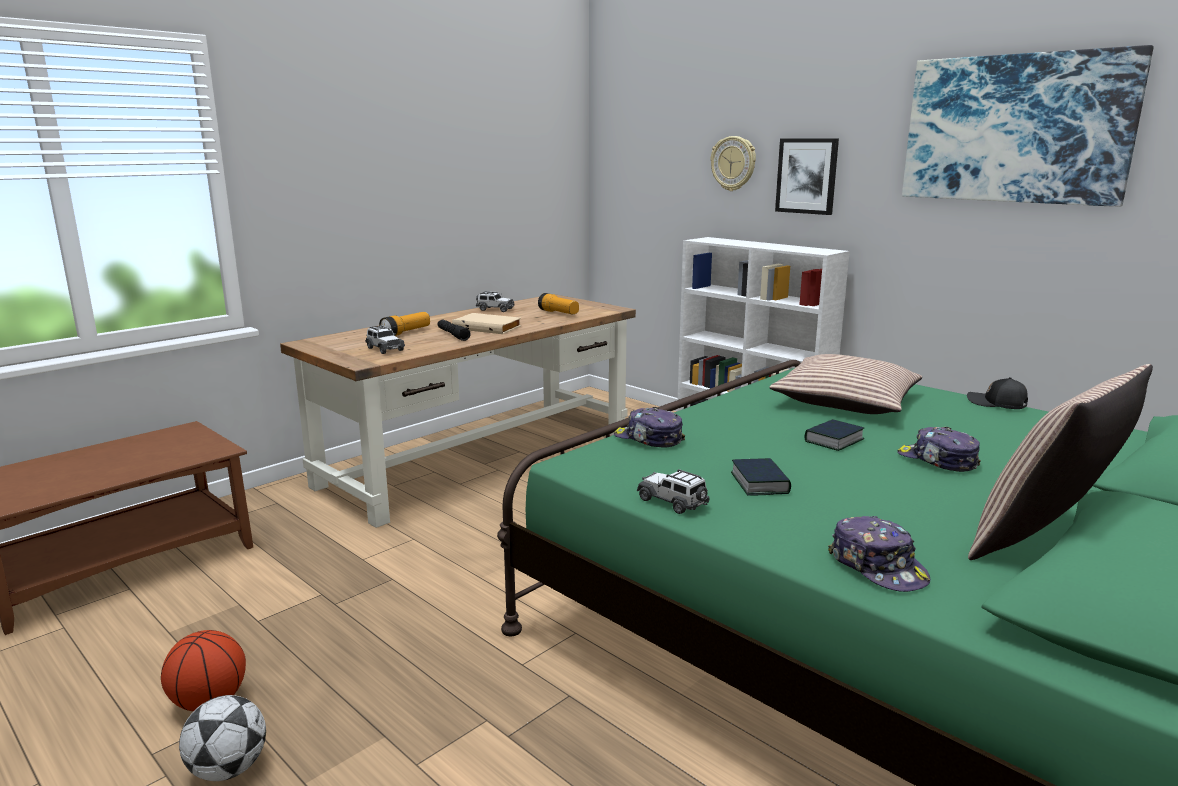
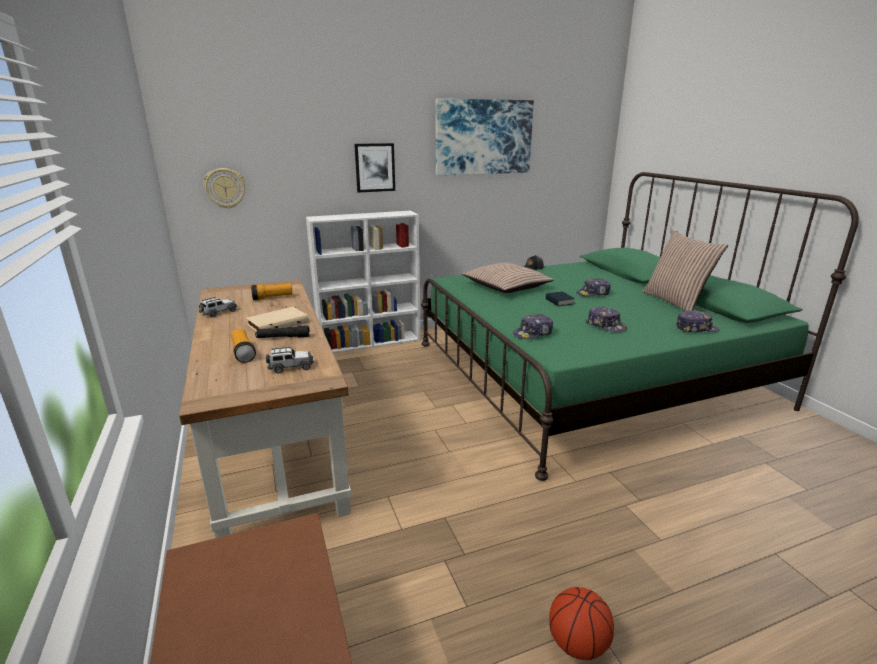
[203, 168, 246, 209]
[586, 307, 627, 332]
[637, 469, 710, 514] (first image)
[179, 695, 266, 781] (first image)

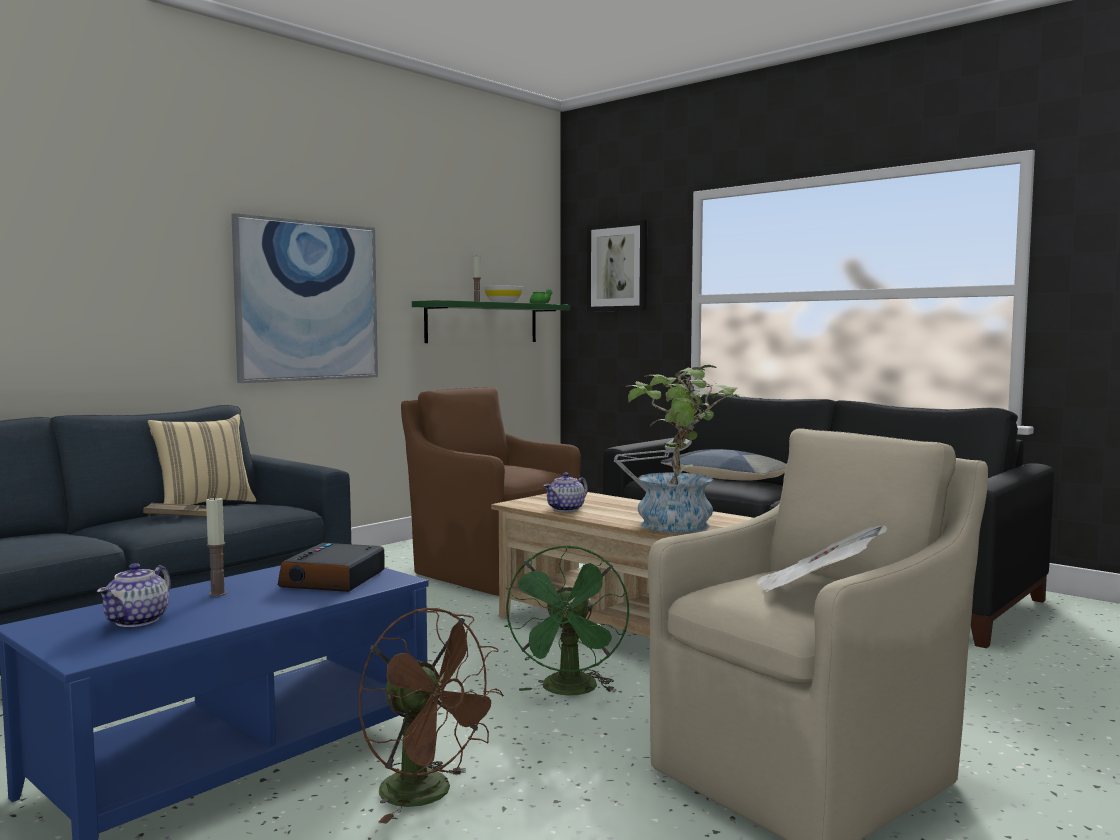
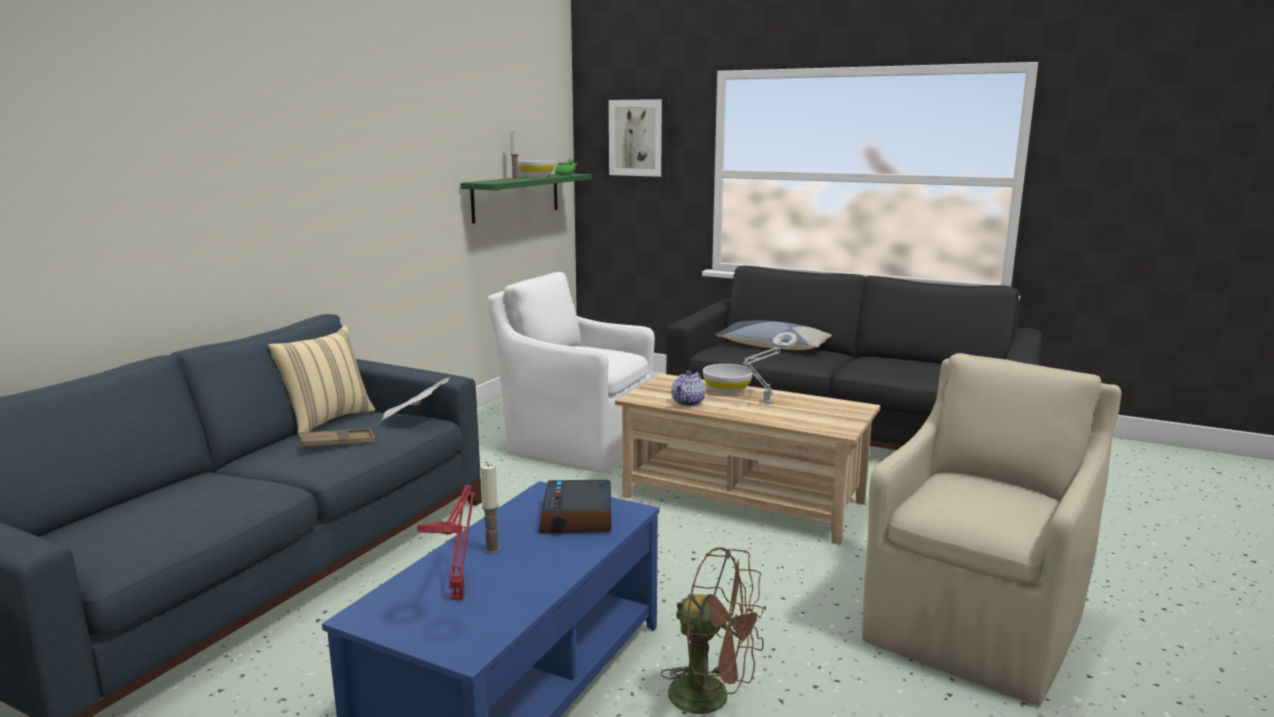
[231, 213, 378, 383] (first image)
[625, 365, 750, 533] (first image)
[487, 272, 655, 473]
[379, 378, 449, 422]
[504, 545, 629, 695] (first image)
[417, 485, 475, 600]
[703, 364, 753, 394]

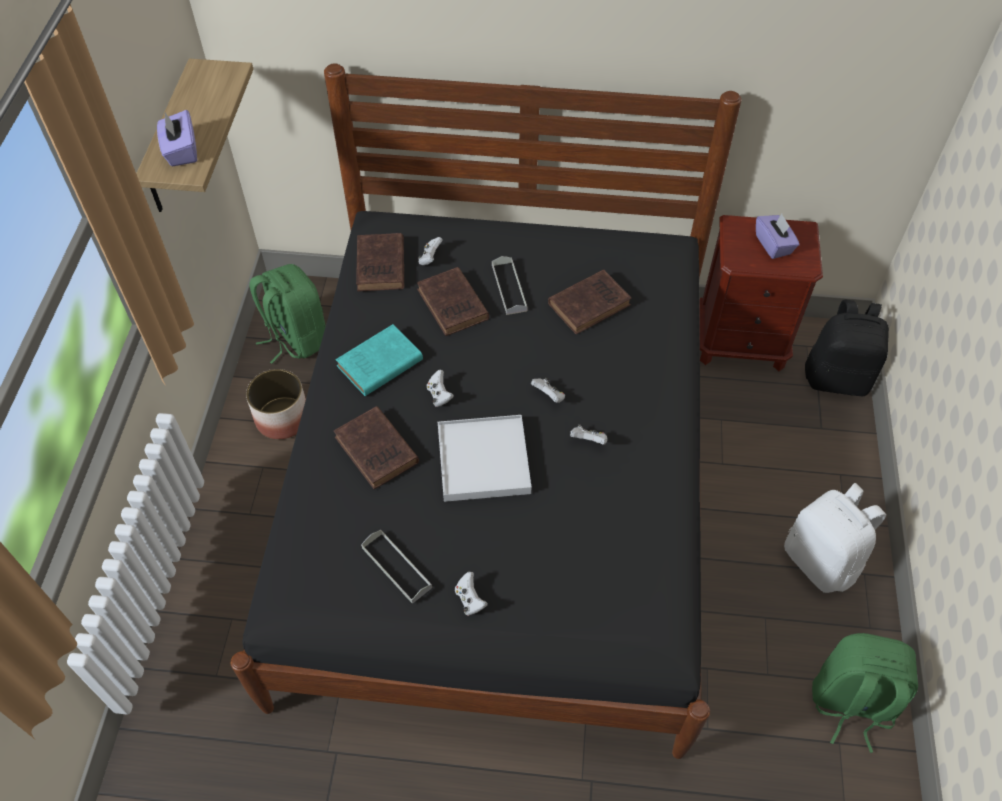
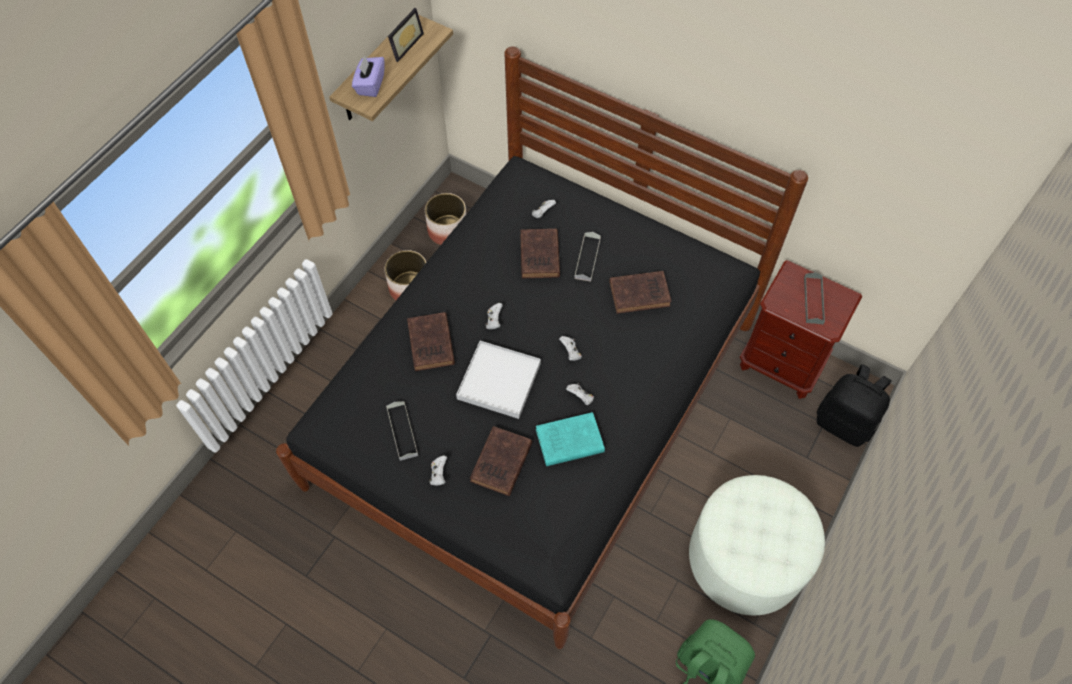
[804, 272, 825, 324]
[470, 426, 532, 496]
[425, 193, 466, 245]
[536, 412, 605, 466]
[689, 475, 825, 615]
[388, 8, 424, 62]

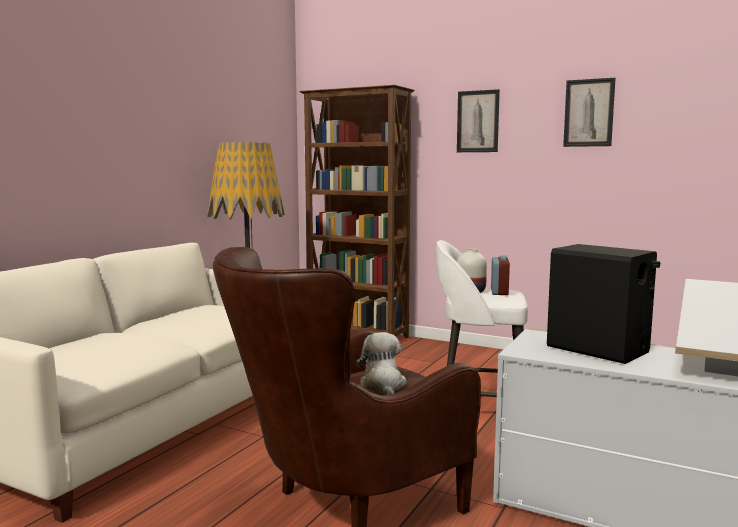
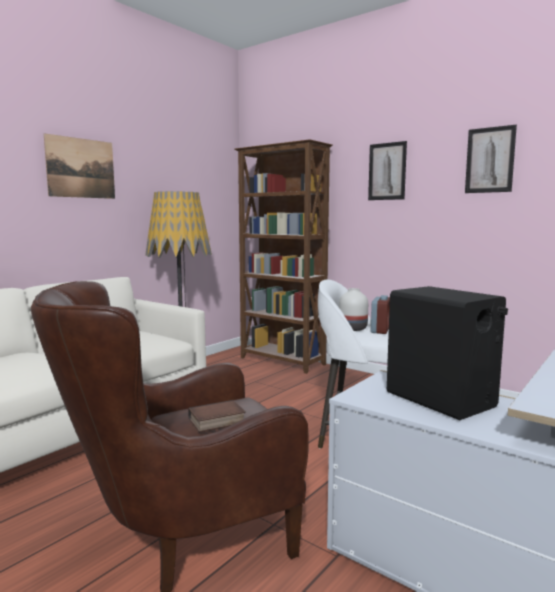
[188, 400, 246, 433]
[44, 133, 115, 199]

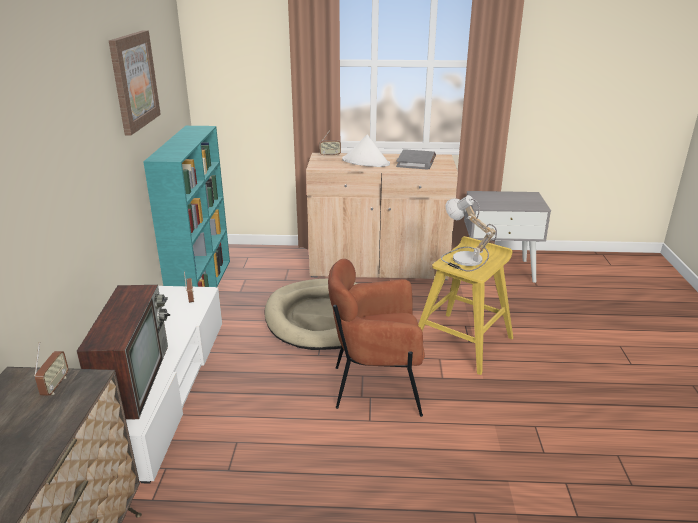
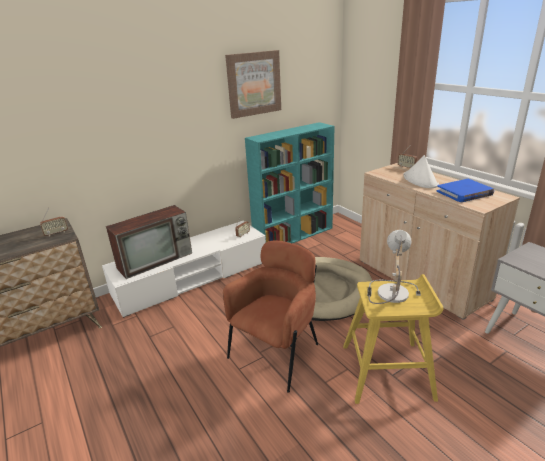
[436, 179, 494, 202]
[223, 241, 318, 393]

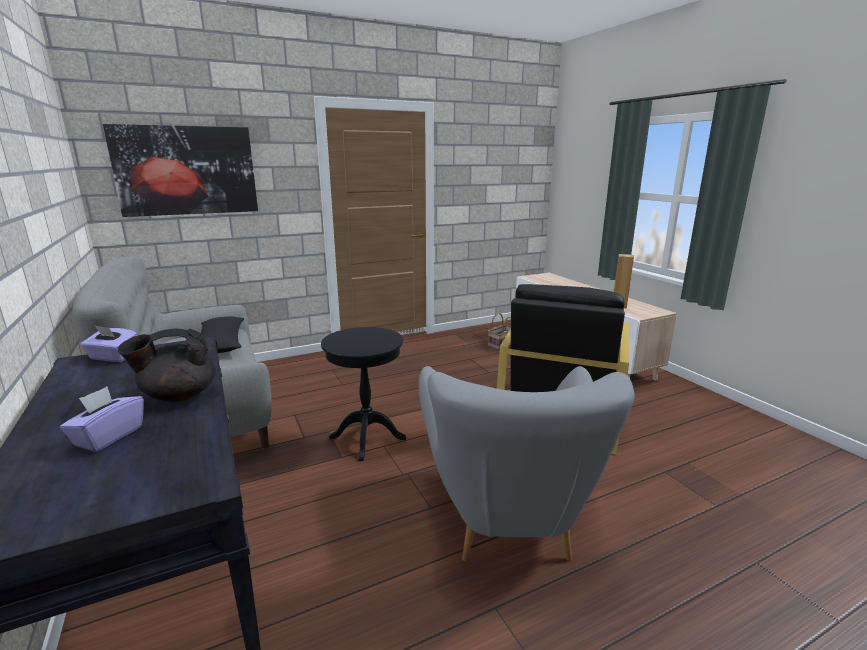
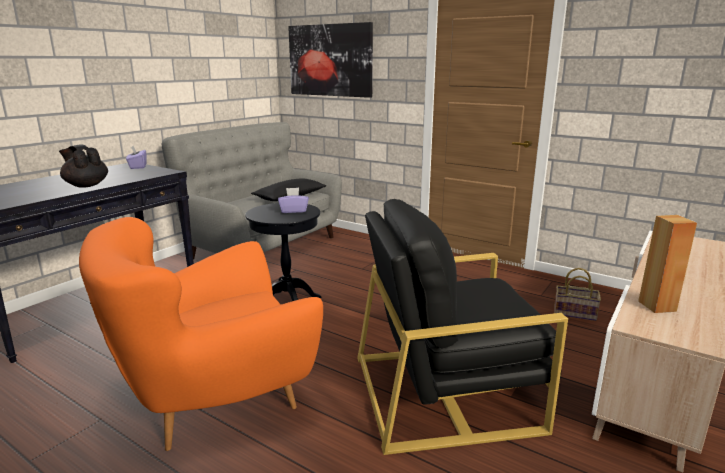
[79, 217, 323, 451]
[278, 188, 309, 213]

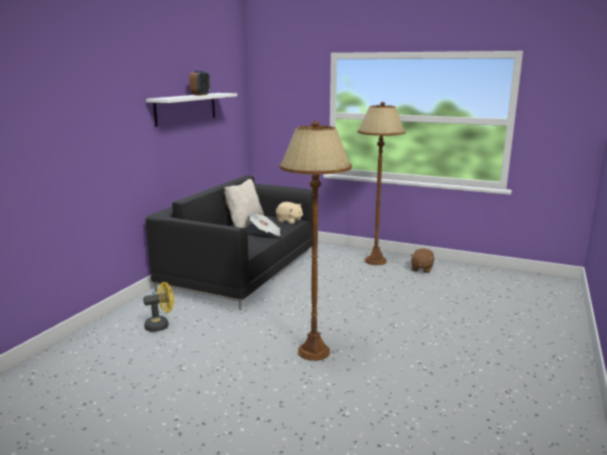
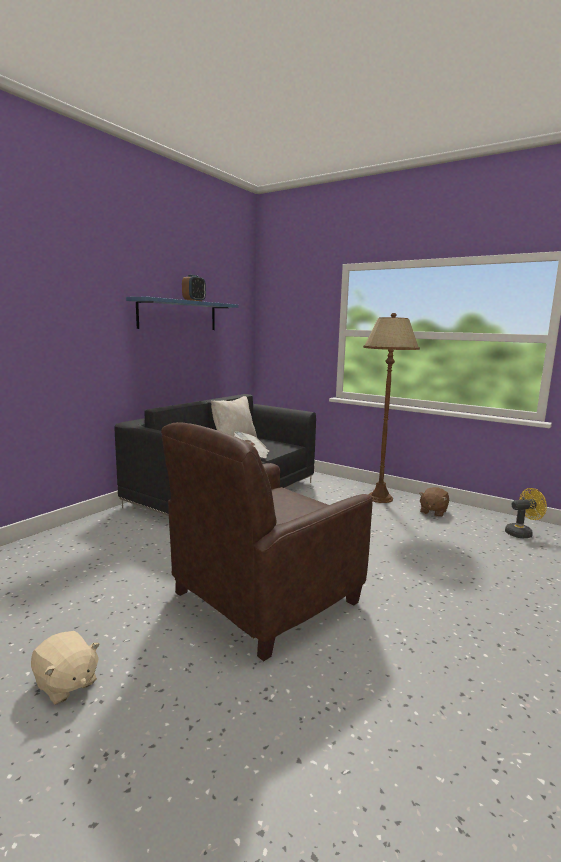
[126, 297, 238, 330]
[161, 422, 372, 661]
[31, 631, 100, 705]
[505, 488, 547, 538]

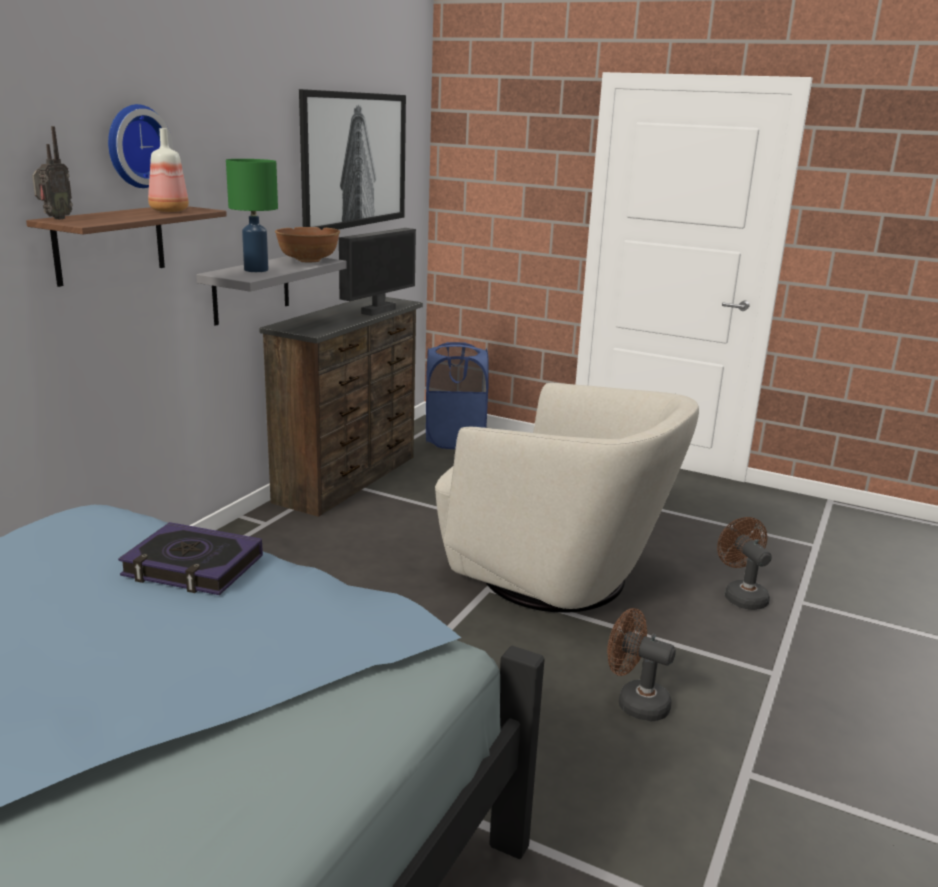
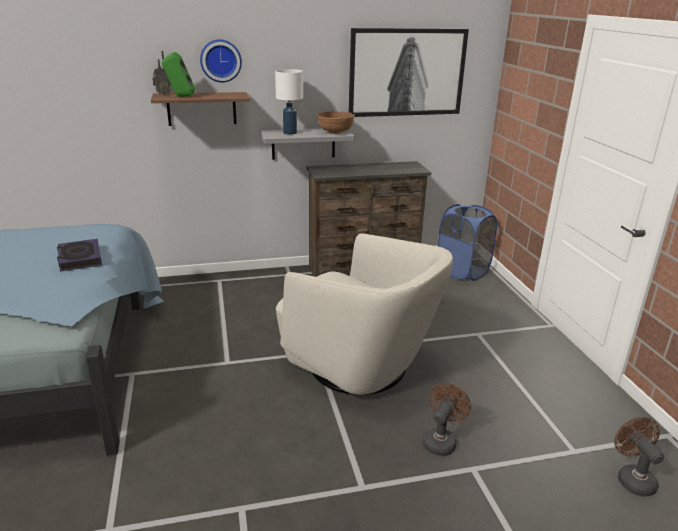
[148, 128, 189, 212] (first image)
[275, 69, 303, 135]
[339, 228, 416, 316] (first image)
[276, 234, 453, 395]
[614, 417, 664, 496]
[162, 52, 195, 97]

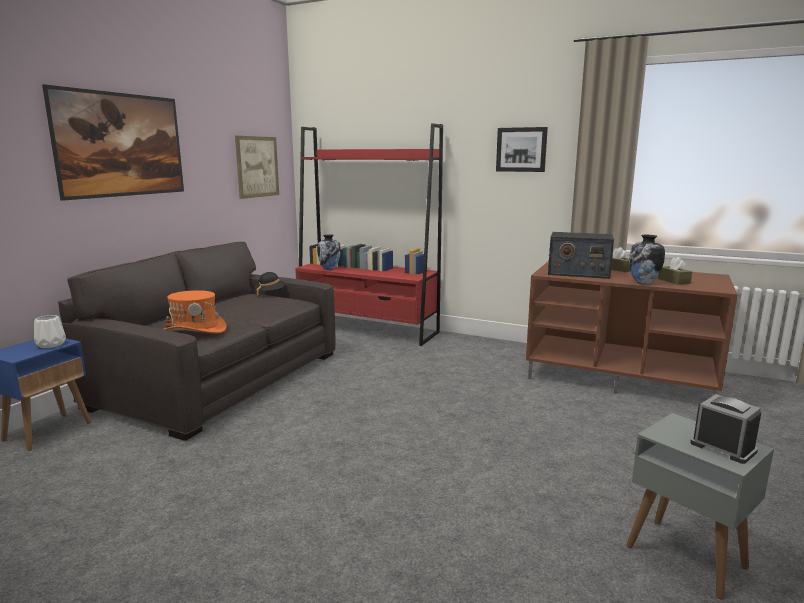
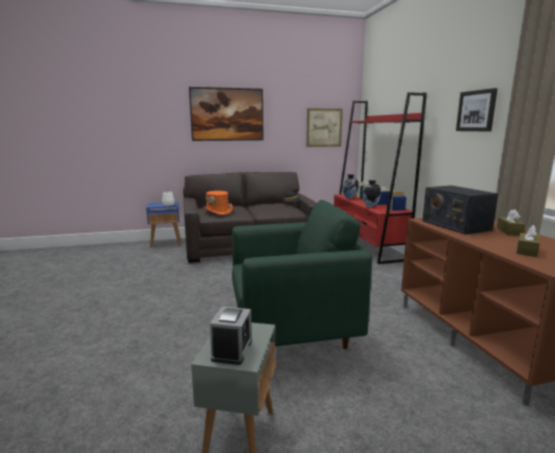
[362, 180, 381, 208]
[232, 200, 372, 349]

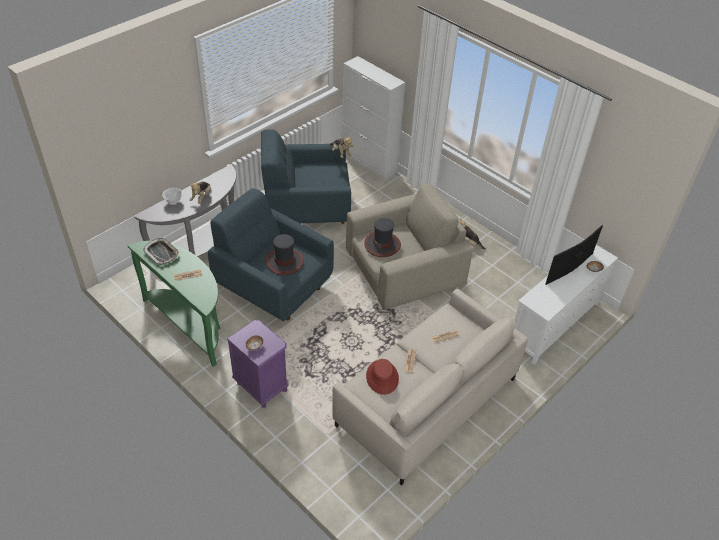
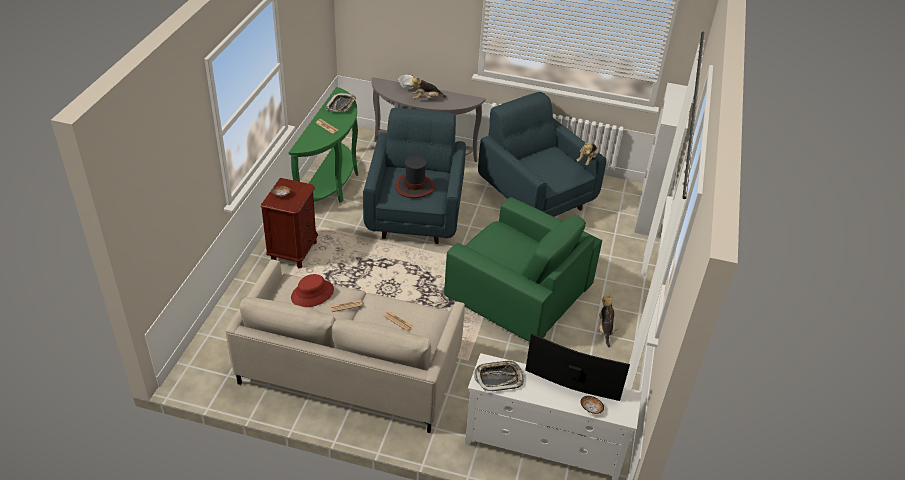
[444, 197, 602, 342]
[364, 218, 401, 257] (first image)
[261, 178, 318, 269]
[474, 360, 524, 392]

